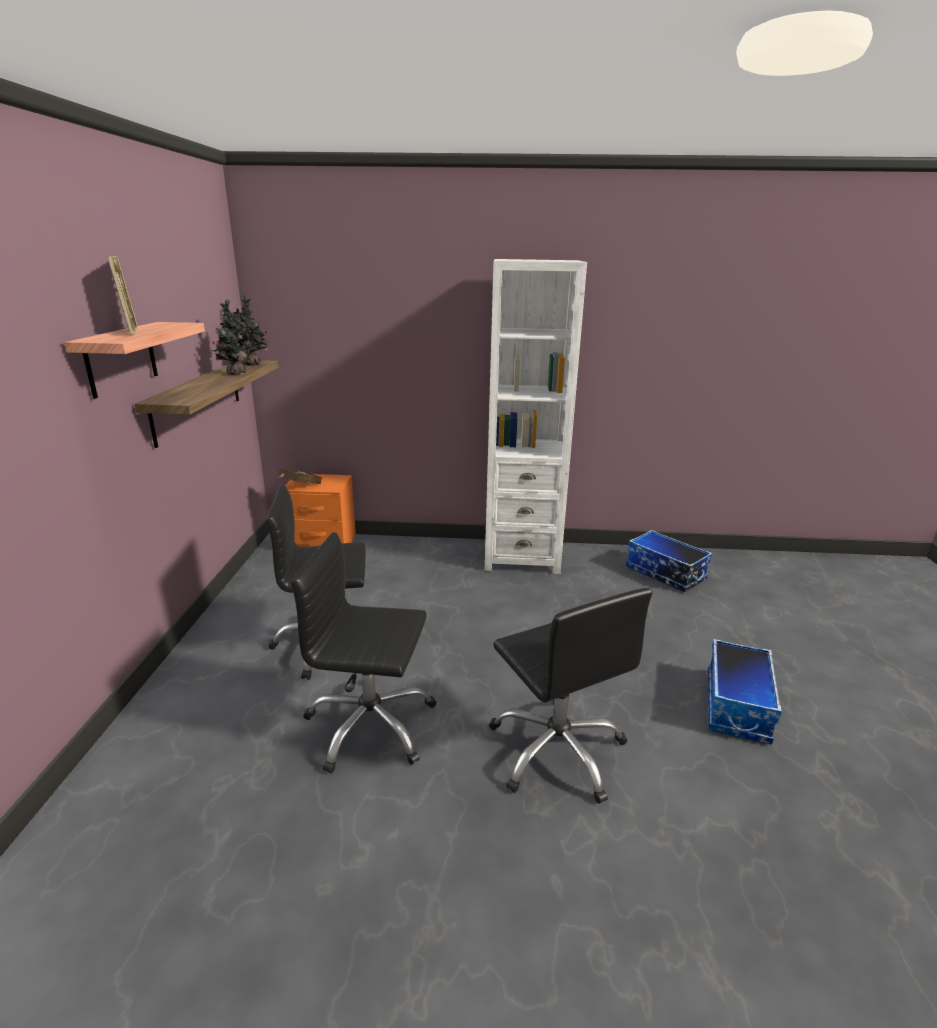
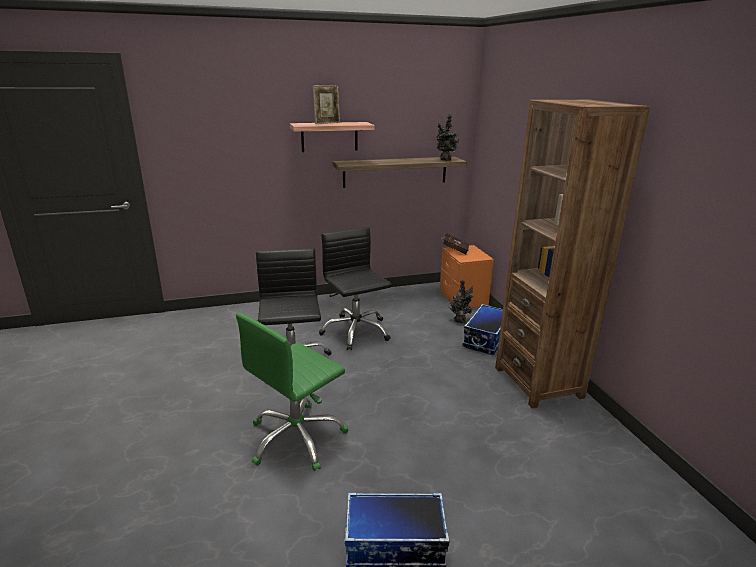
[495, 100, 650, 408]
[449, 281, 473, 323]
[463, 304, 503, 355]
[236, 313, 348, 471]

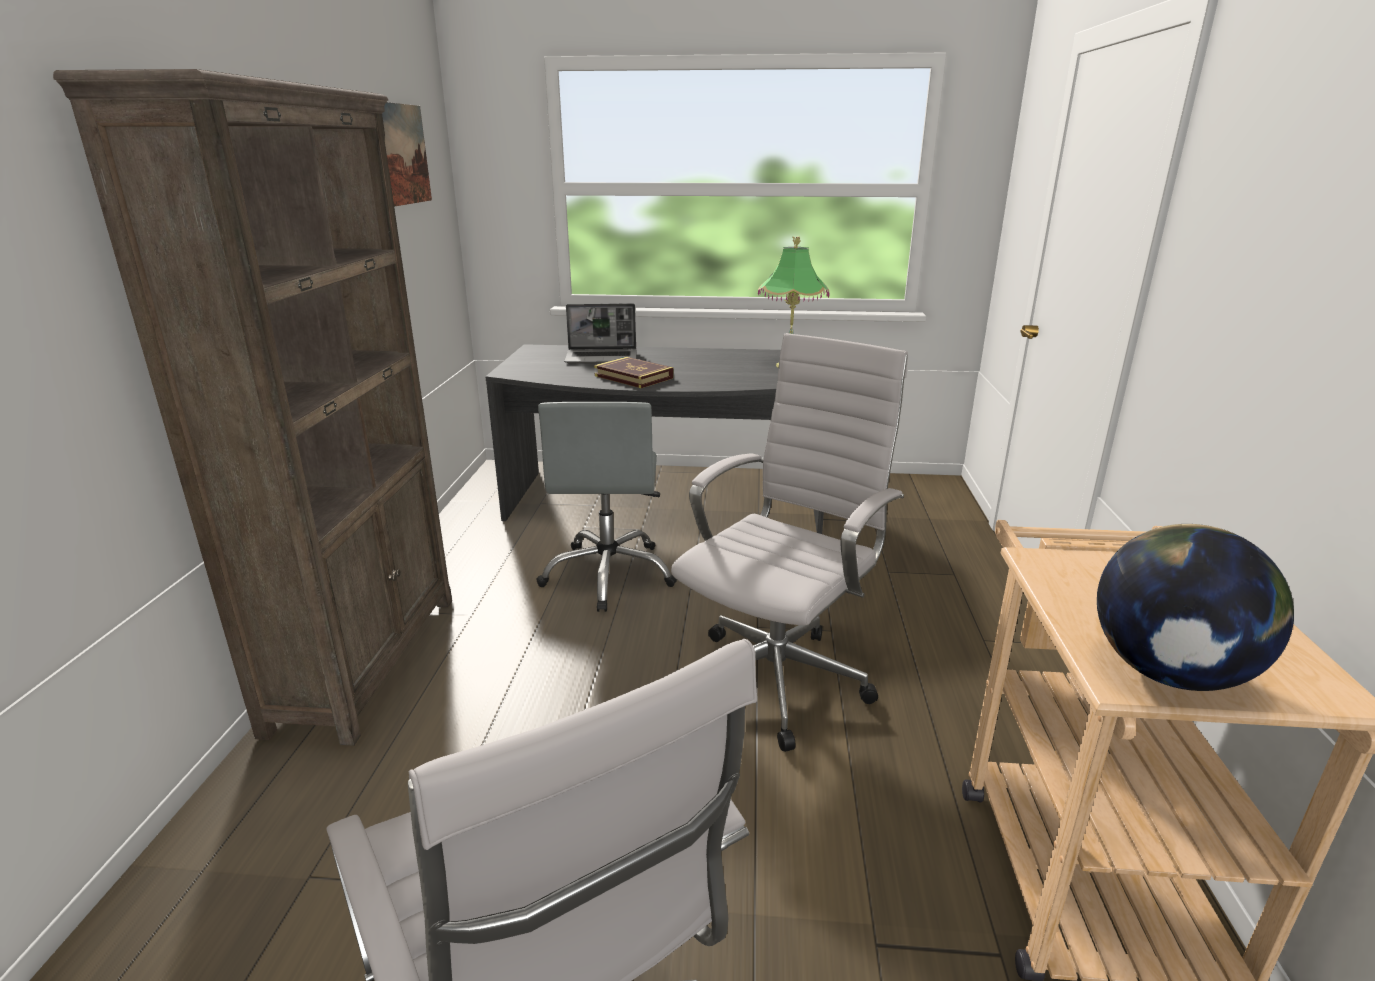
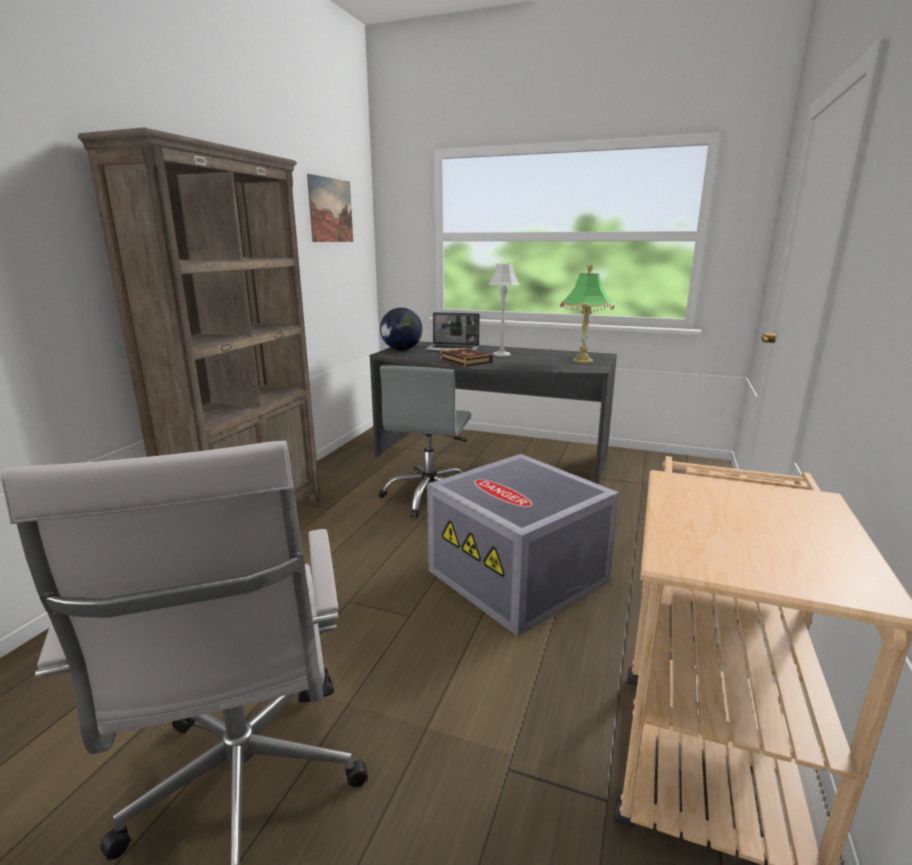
[427, 454, 619, 636]
[380, 308, 422, 350]
[488, 264, 520, 356]

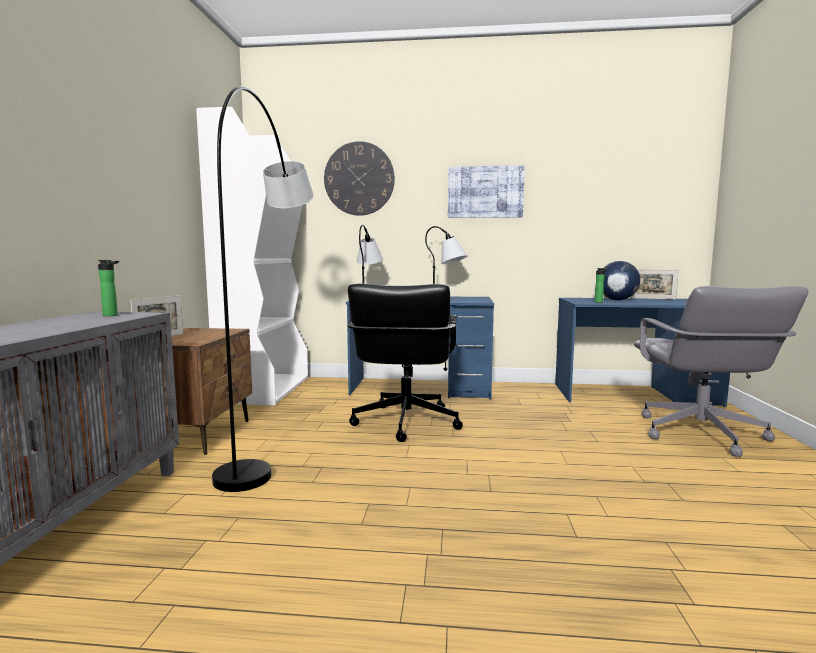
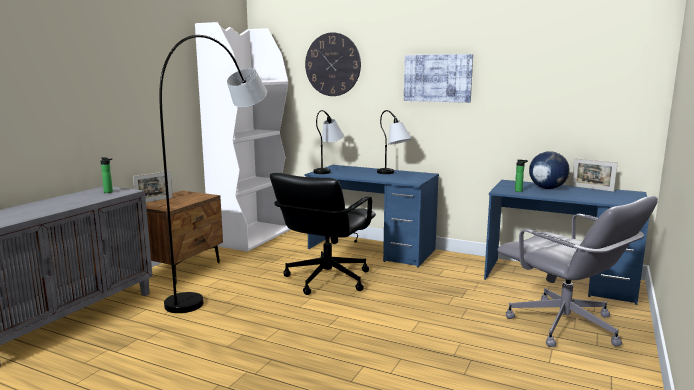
[497, 196, 658, 347]

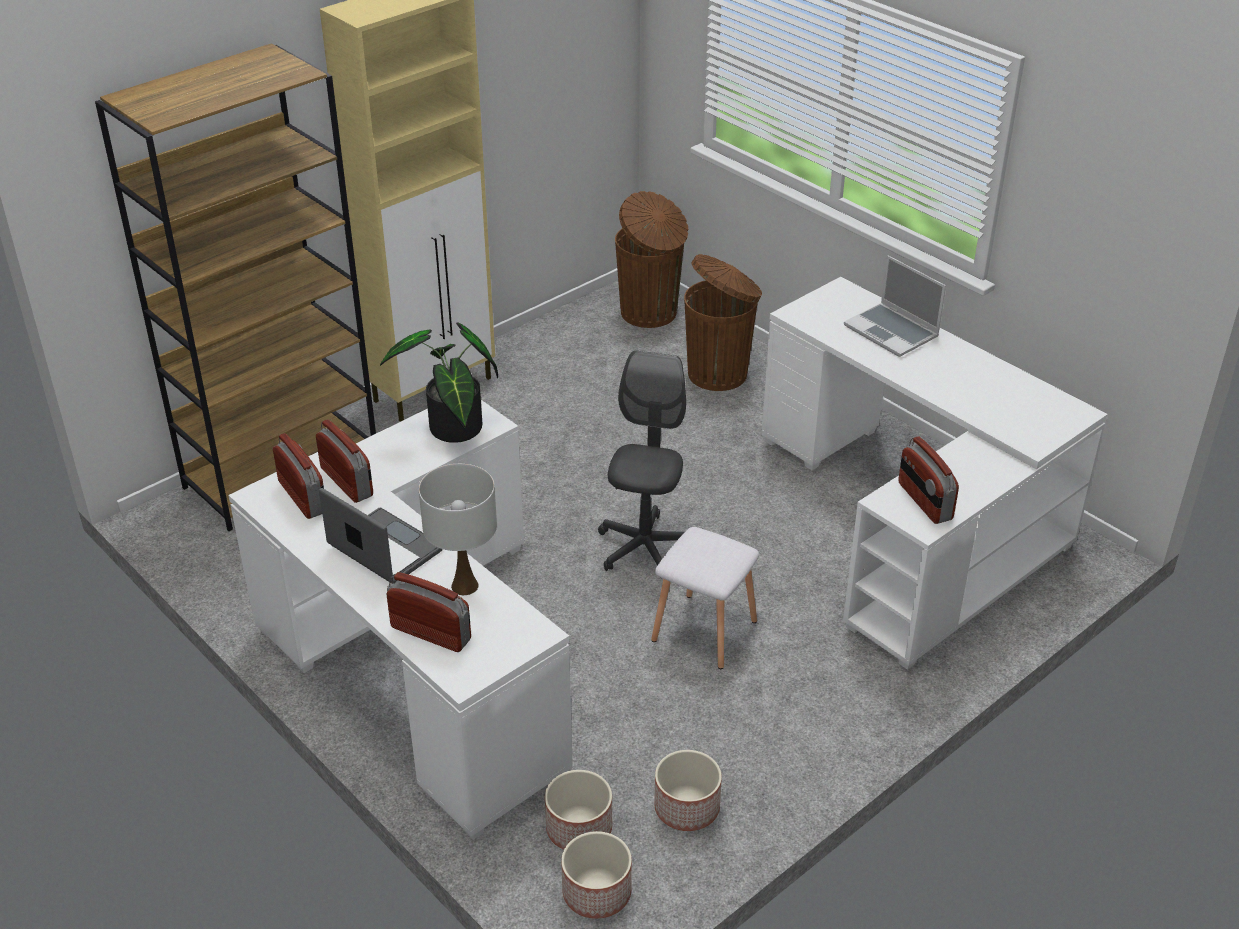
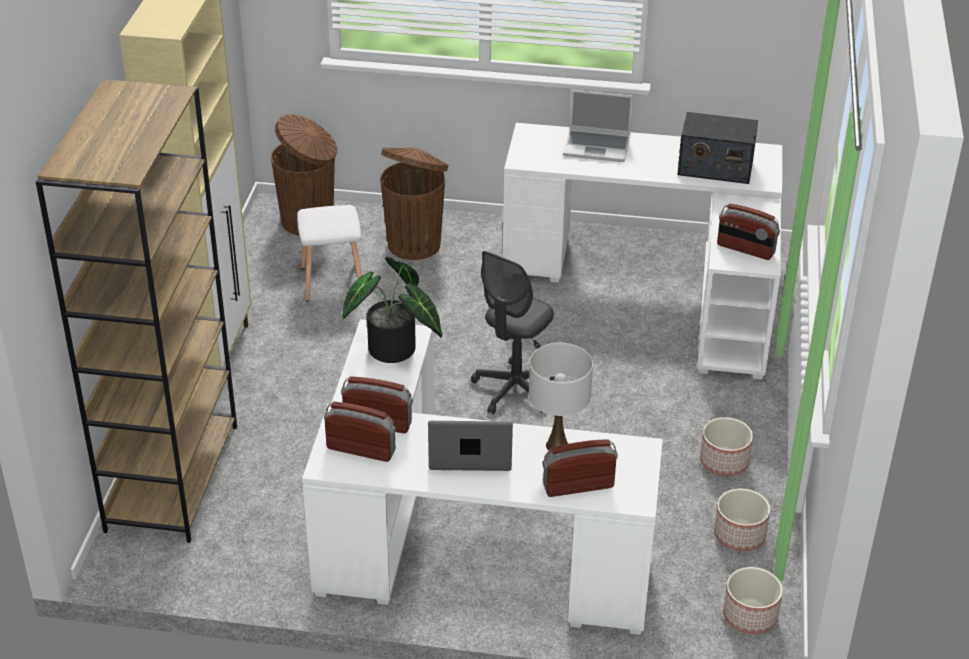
[471, 251, 555, 415]
[297, 205, 362, 302]
[700, 417, 753, 476]
[677, 112, 758, 184]

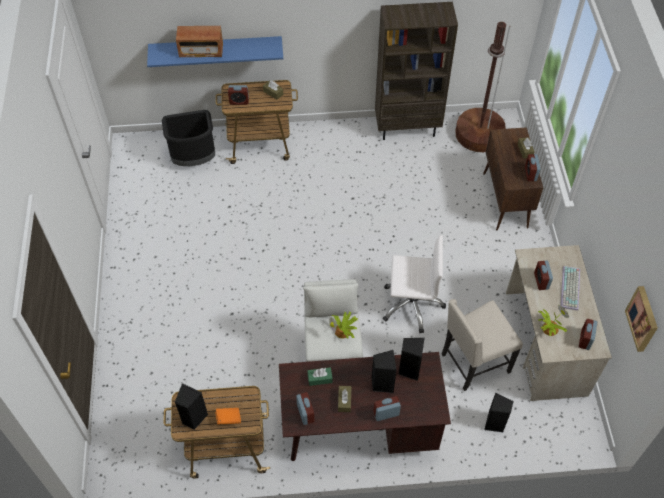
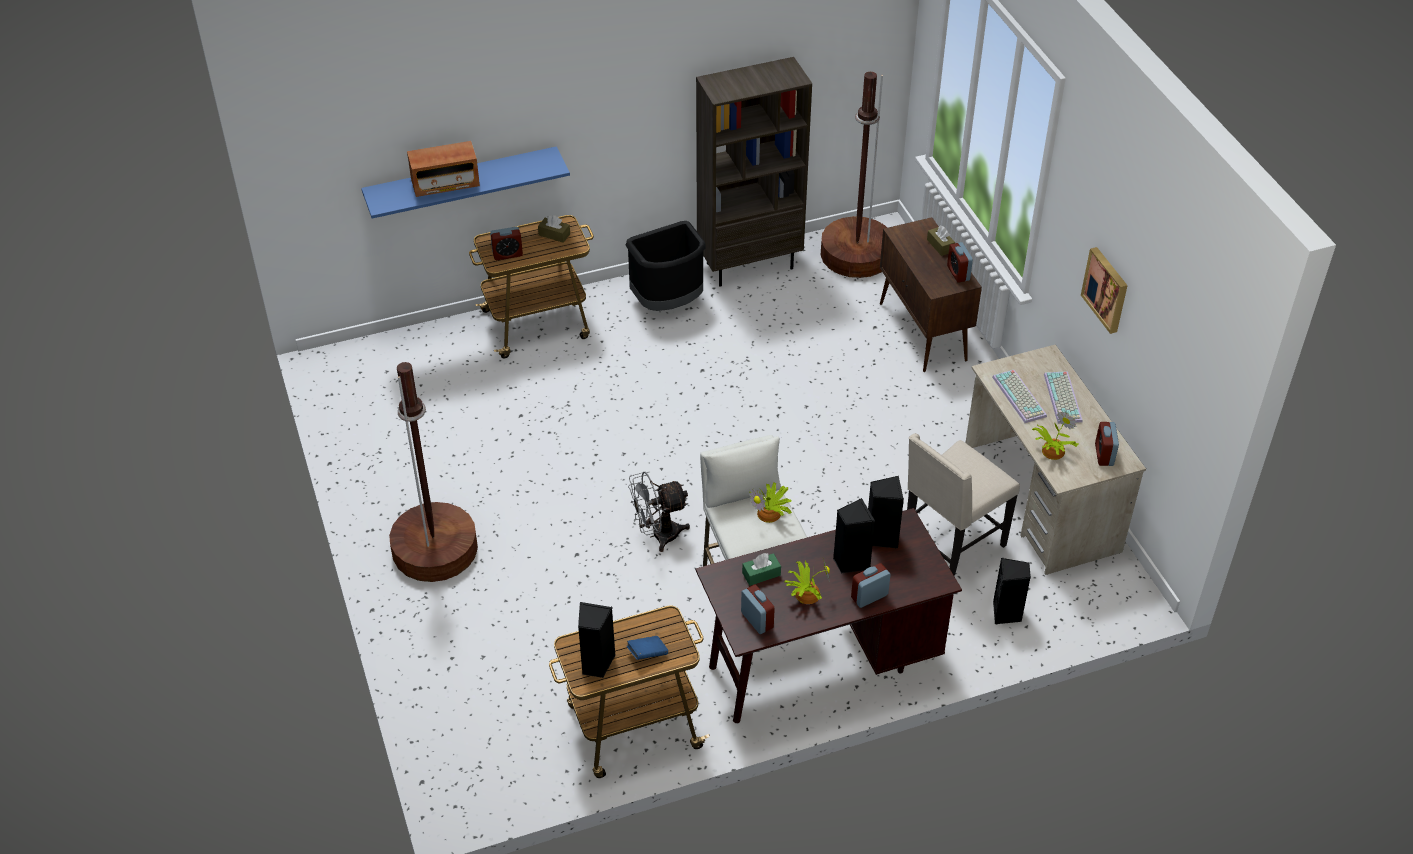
[625, 221, 706, 311]
[383, 235, 446, 333] (first image)
[992, 370, 1047, 423]
[1081, 247, 1128, 334]
[784, 558, 830, 604]
[627, 636, 668, 660]
[389, 362, 478, 582]
[628, 472, 690, 552]

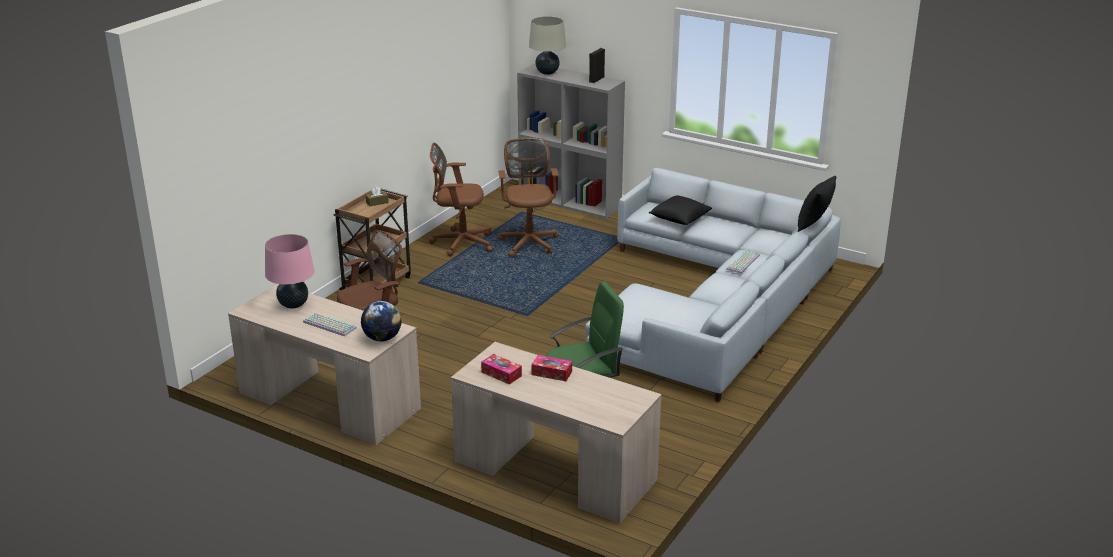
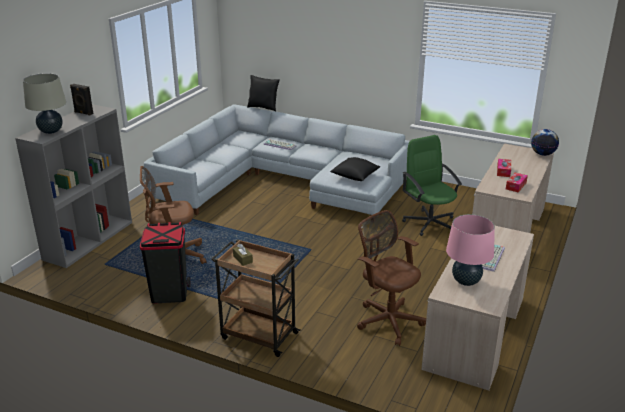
[140, 222, 190, 304]
[330, 157, 380, 181]
[531, 129, 559, 156]

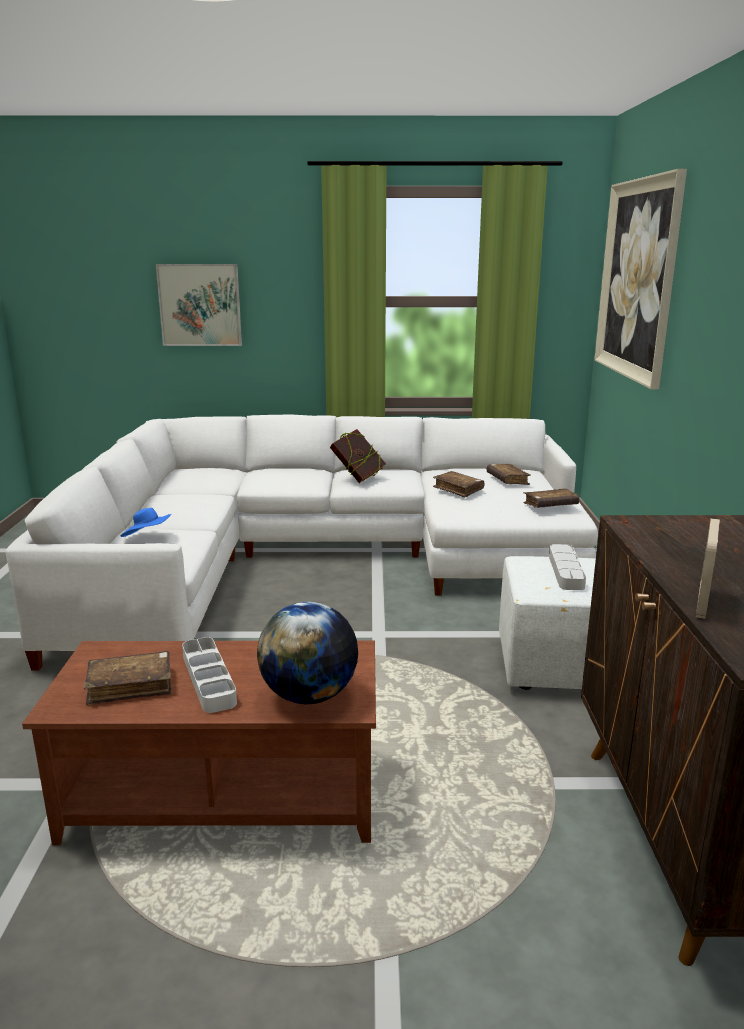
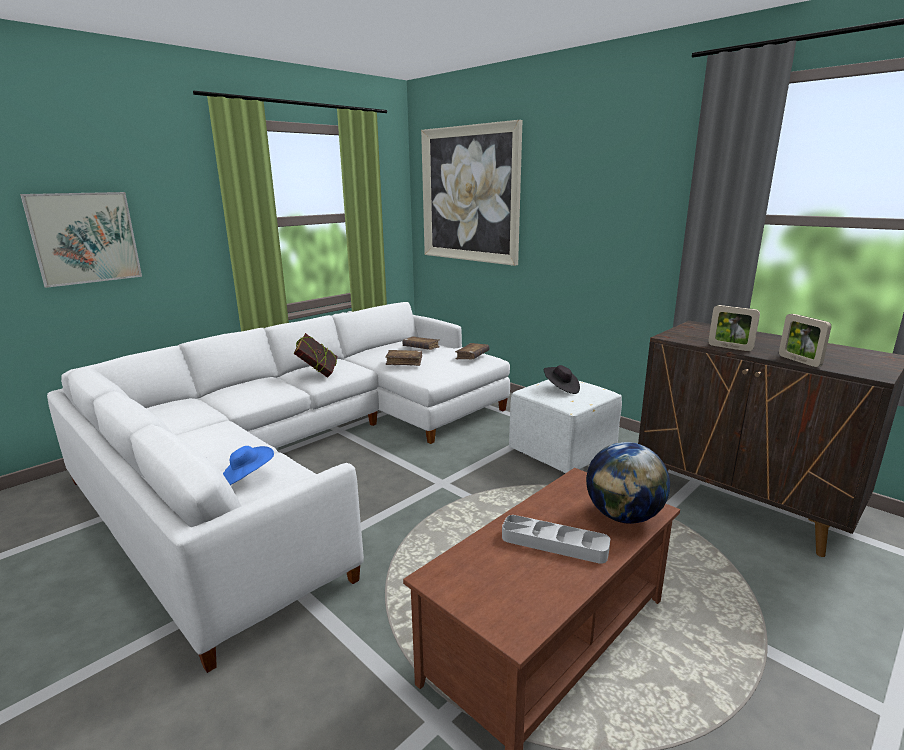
[544, 365, 580, 394]
[84, 651, 171, 705] (first image)
[708, 305, 760, 351]

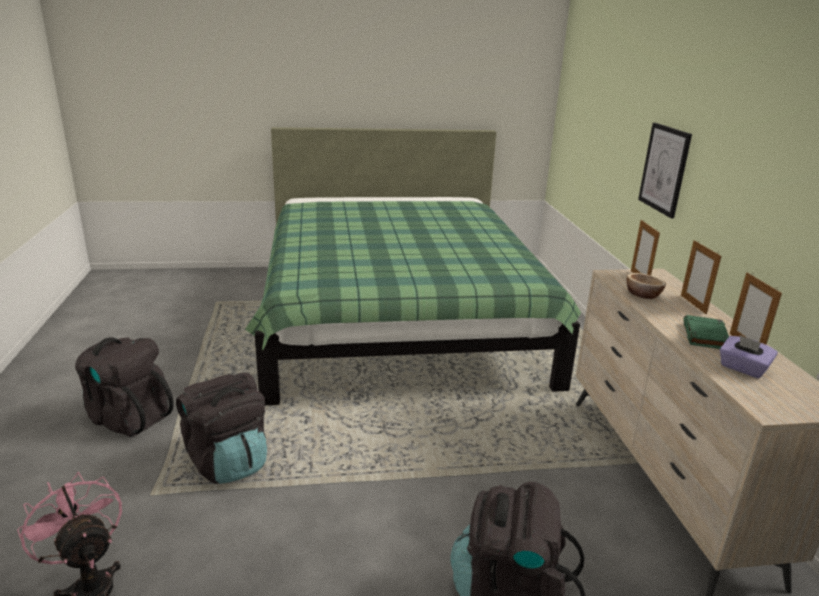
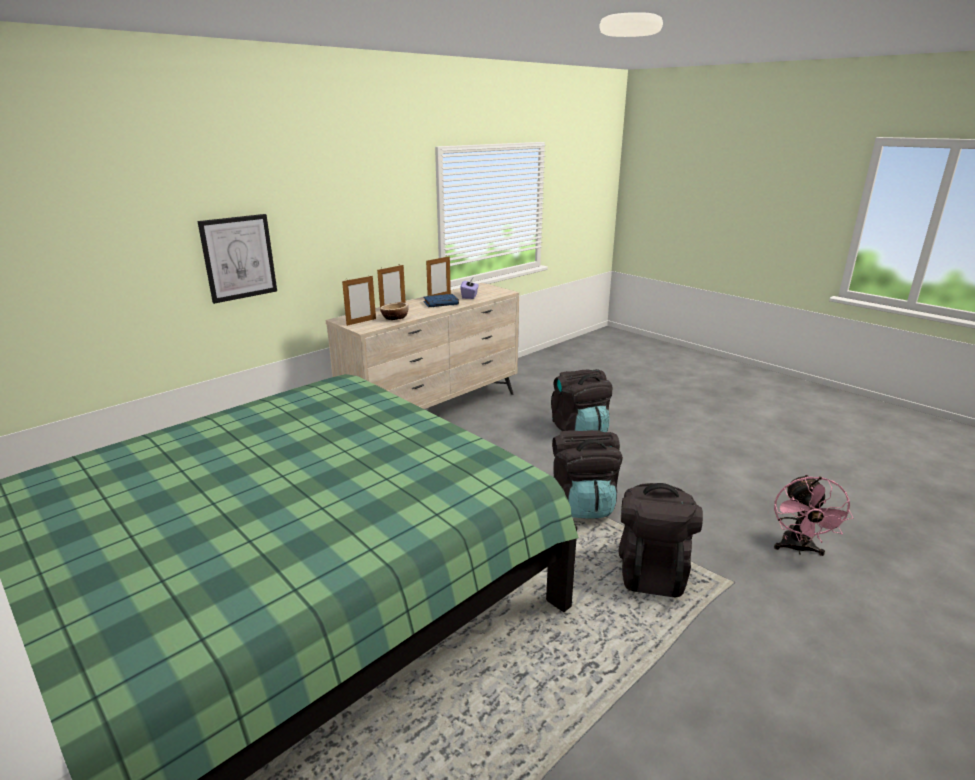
[423, 294, 459, 307]
[552, 430, 623, 519]

